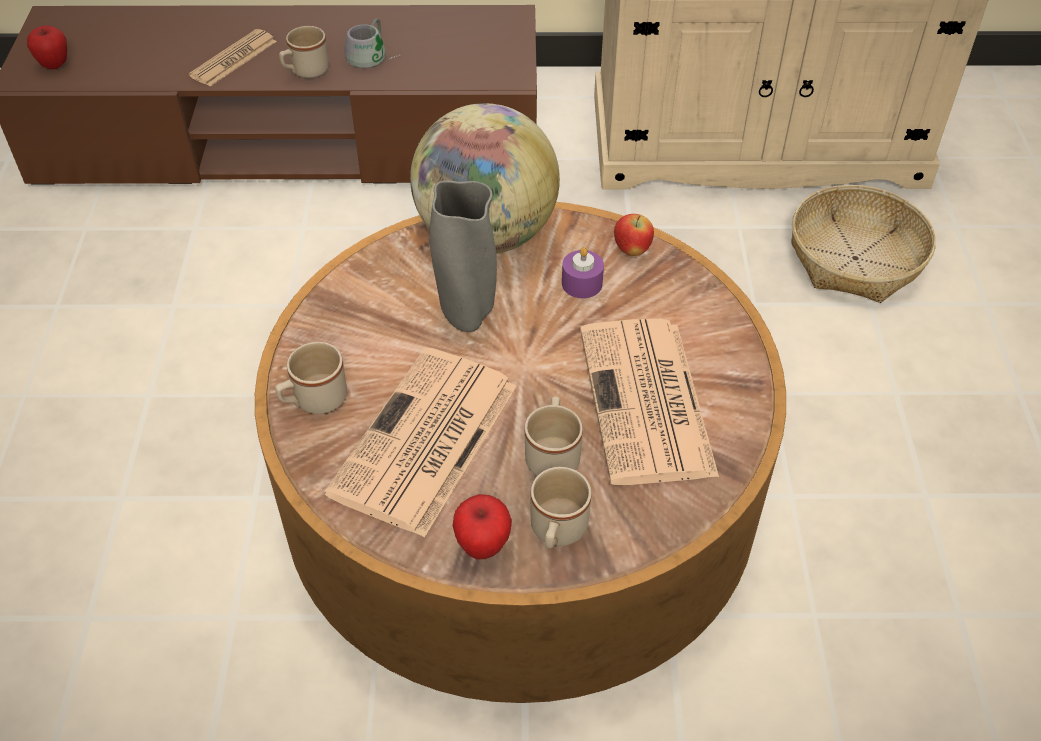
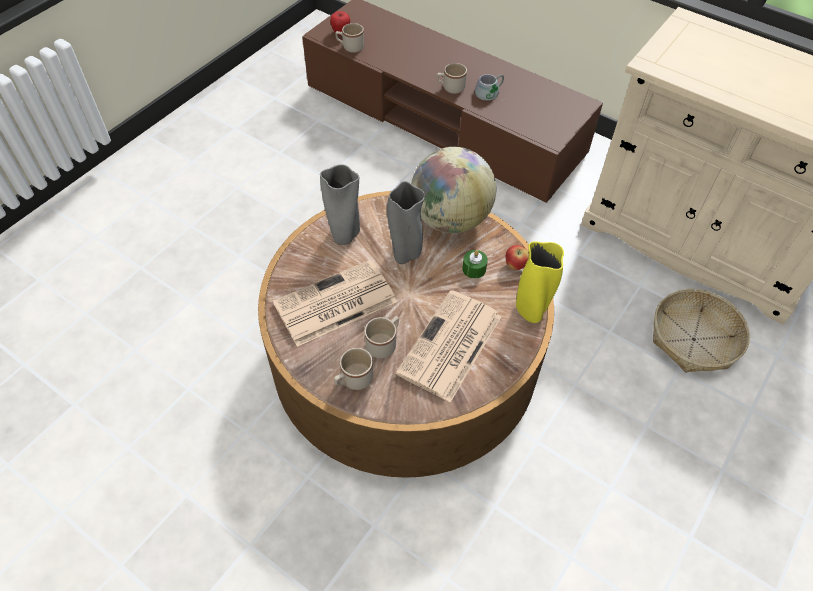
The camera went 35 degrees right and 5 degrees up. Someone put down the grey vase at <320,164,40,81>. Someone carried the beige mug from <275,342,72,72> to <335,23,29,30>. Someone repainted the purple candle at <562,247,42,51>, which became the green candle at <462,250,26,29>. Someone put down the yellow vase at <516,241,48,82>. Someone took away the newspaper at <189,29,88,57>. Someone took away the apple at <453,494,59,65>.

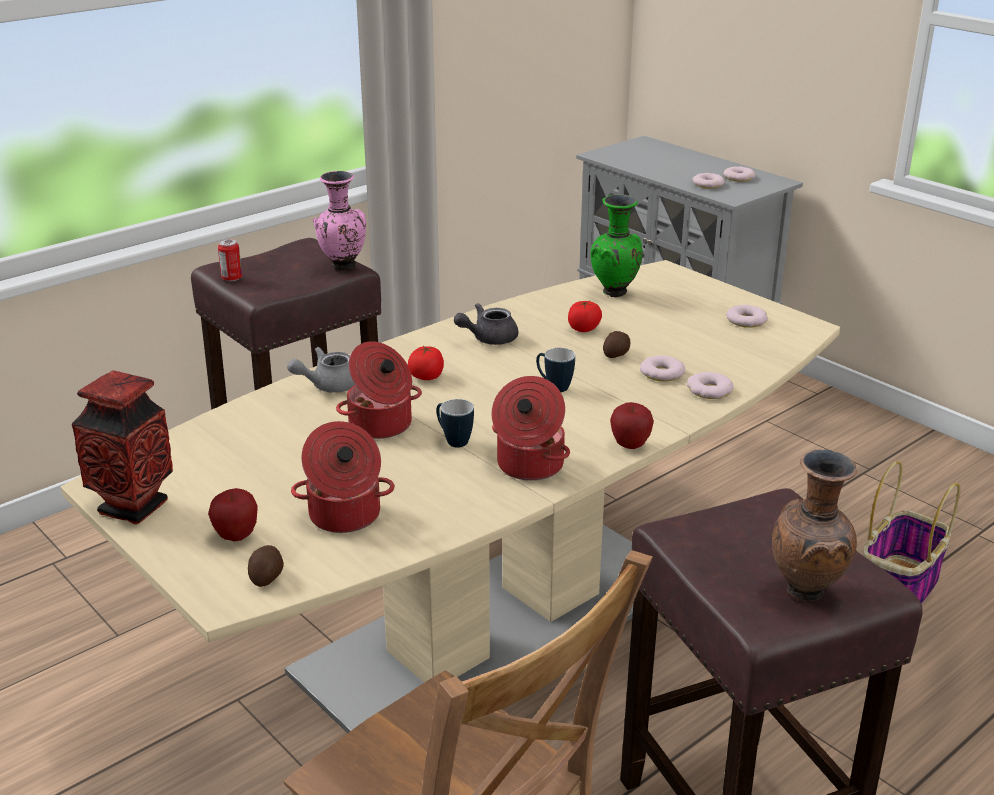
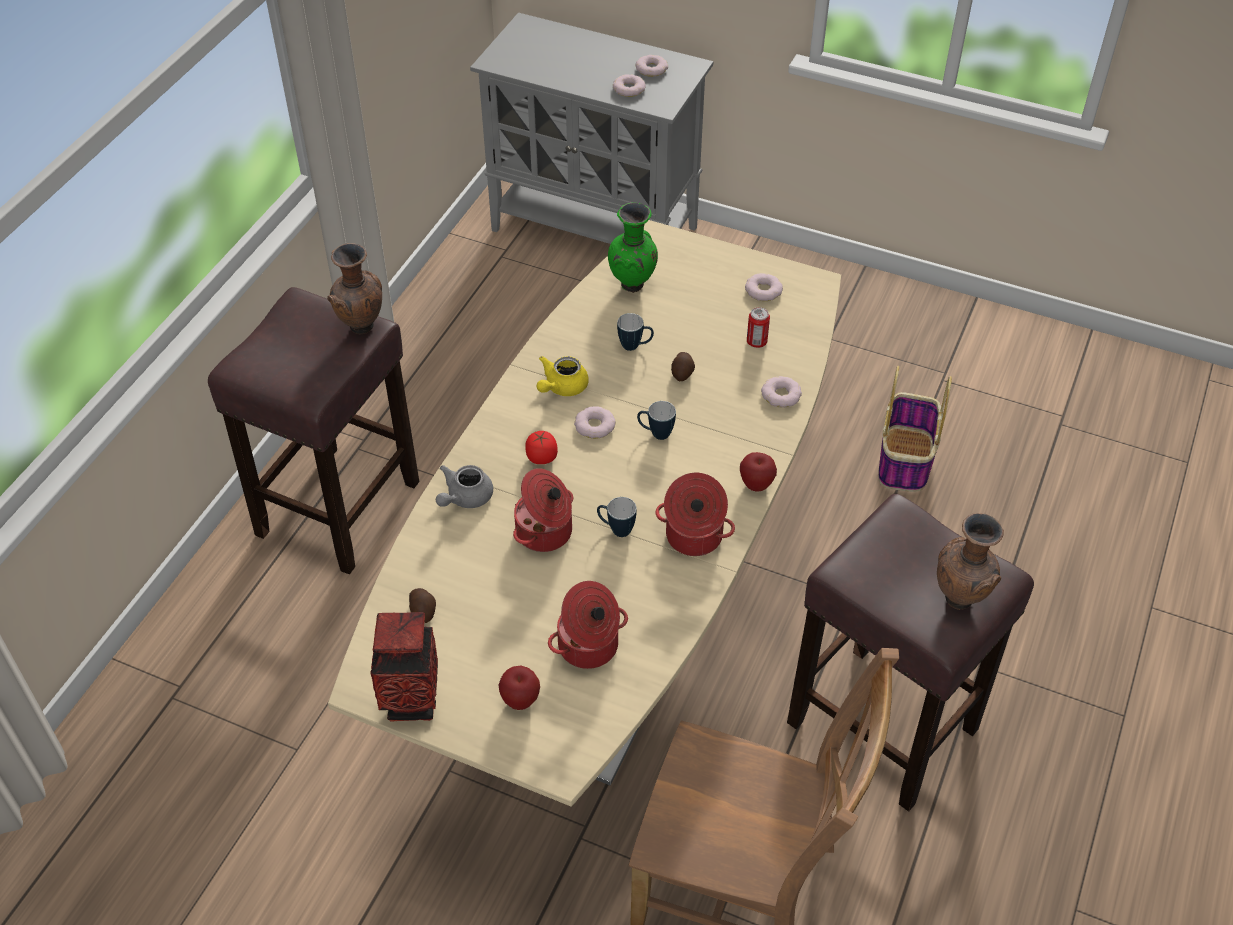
The camera went 25 degrees left and 20 degrees up. Someone repainted the pink vase at <313,171,53,100>, which became the brown vase at <327,243,55,92>. Someone carried the potato from <248,545,36,42> to <409,588,27,35>. Someone repainted the grey teapot at <454,303,64,42>, which became the yellow teapot at <536,356,53,40>. Someone carried the donut from <640,355,45,27> to <574,406,42,33>. Someone swapped the tomato at <568,301,34,31> for the mug at <617,313,37,38>. Someone carried the can from <218,239,24,42> to <747,307,23,41>.

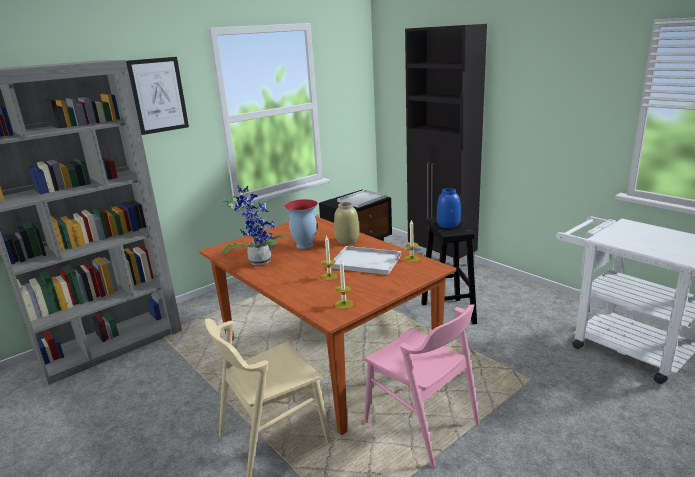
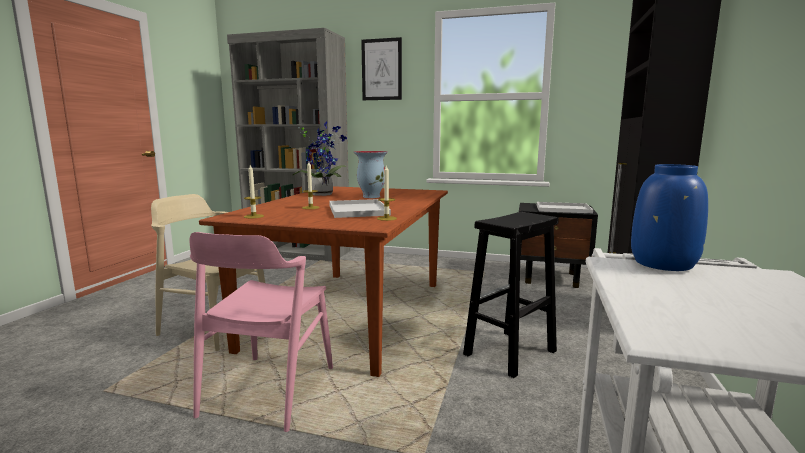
The camera went 55 degrees right and 10 degrees down. Someone carried the blue vase from <437,188,24,40> to <631,164,77,107>. Someone took away the beige vase at <334,202,25,42>.

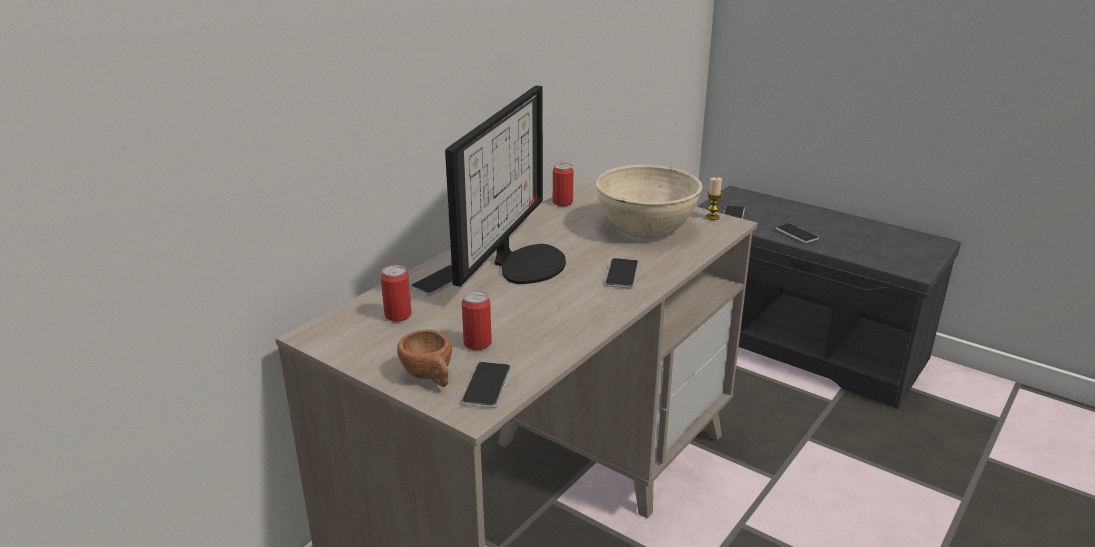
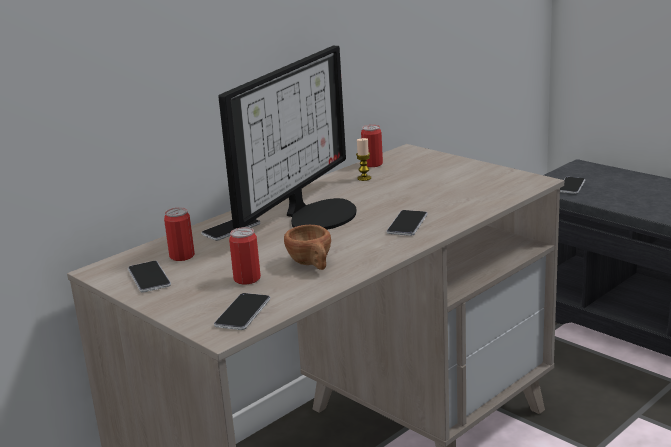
The camera went 10 degrees right and 5 degrees down. Someone carried the phone from <775,223,44,20> to <128,261,43,31>. Someone carried the brown cup from <397,330,55,57> to <284,225,47,45>. Someone carried the candle from <705,177,17,43> to <356,138,15,43>. Someone took away the beige bowl at <595,165,107,73>.

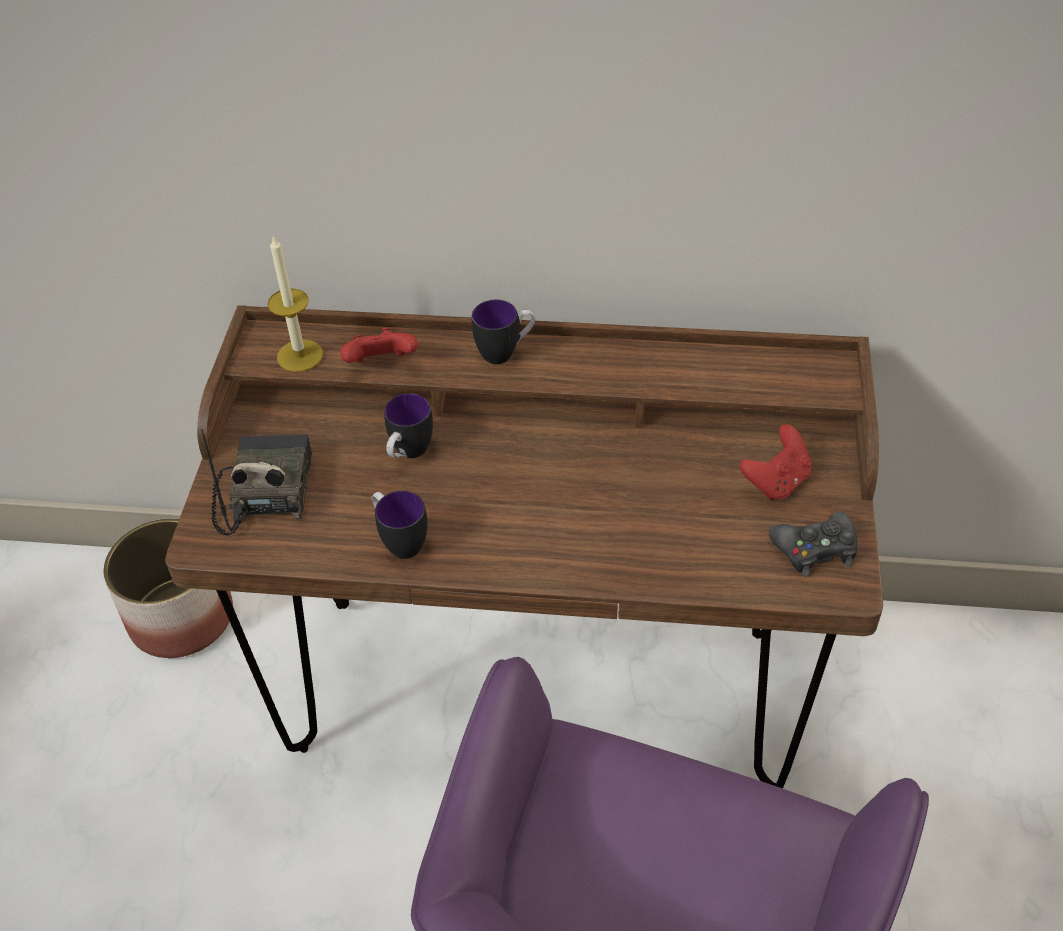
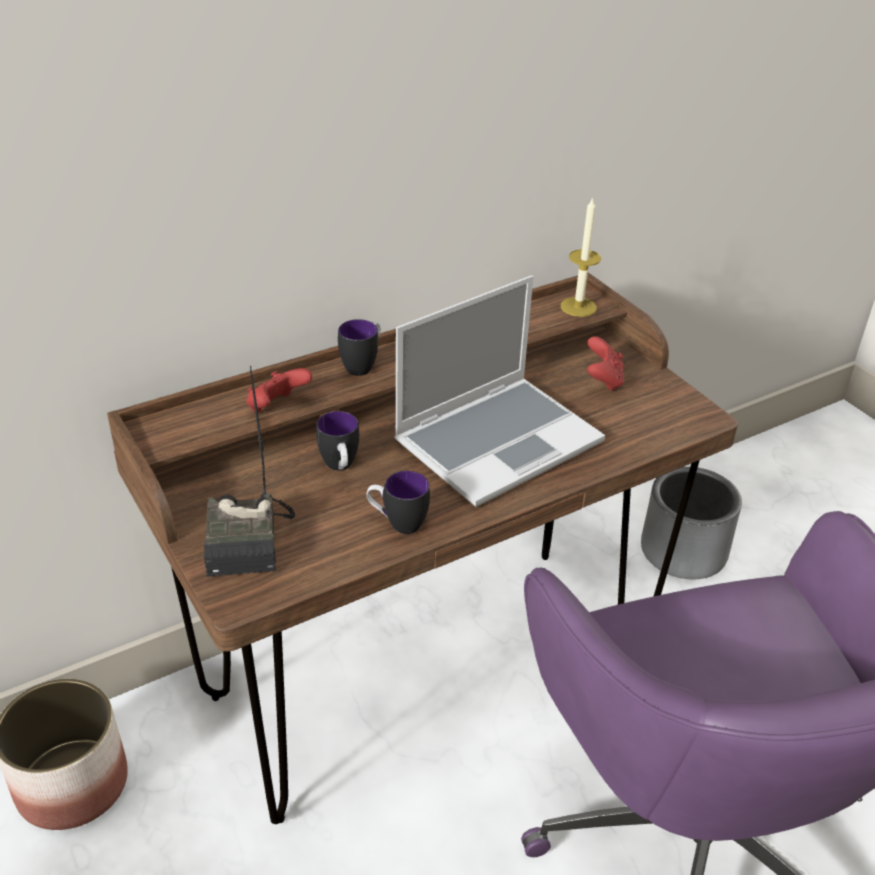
The camera went 40 degrees left and 10 degrees down. Someone rotated the radio at <201,429,111,106> by 150 degrees counterclockwise. Someone put down the laptop at <394,276,211,231>. Someone carried the candle from <268,235,55,137> to <561,197,40,120>. Someone put down the grey planter at <641,467,101,112>. Someone took away the black game controller at <769,512,89,64>.

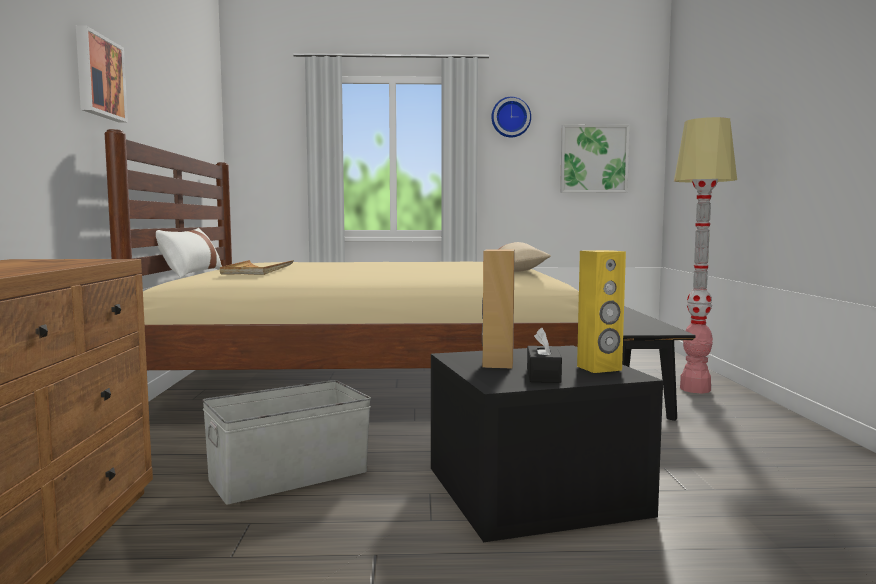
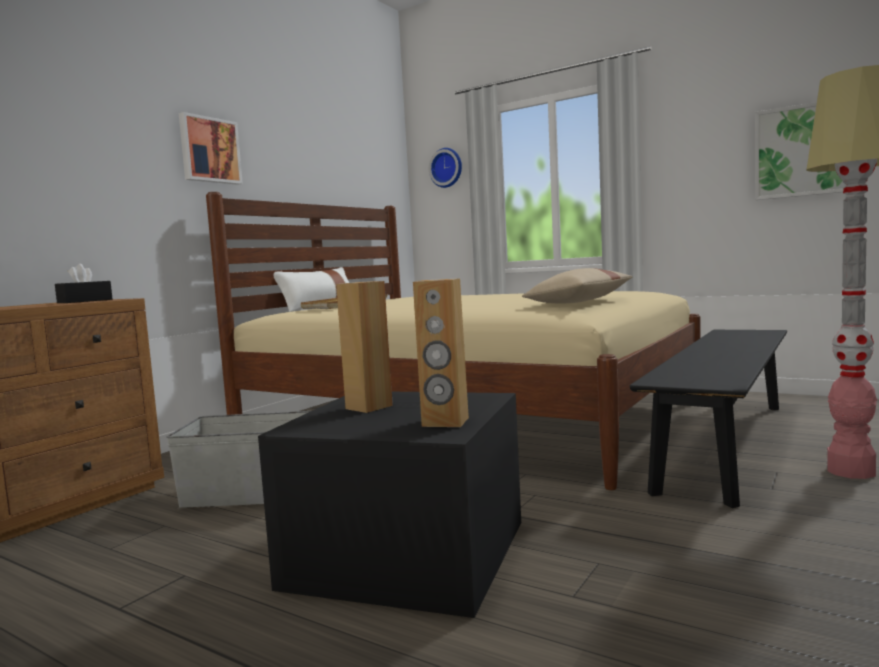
The camera went 35 degrees right and 0 degrees up. Someone carried the black tissue box from <527,328,35,55> to <55,264,58,39>. Someone repainted the yellow speaker at <577,250,49,123>, which became the brown speaker at <413,278,56,149>. Someone carried the wall clock from <491,96,40,41> to <429,148,33,40>.

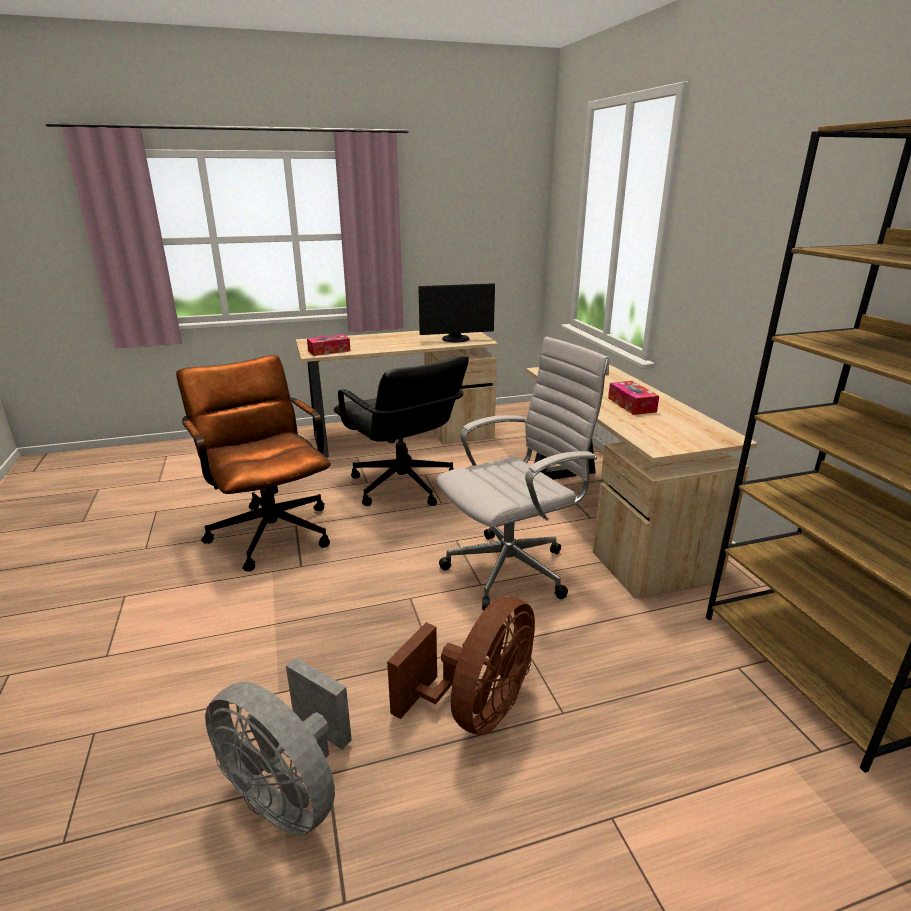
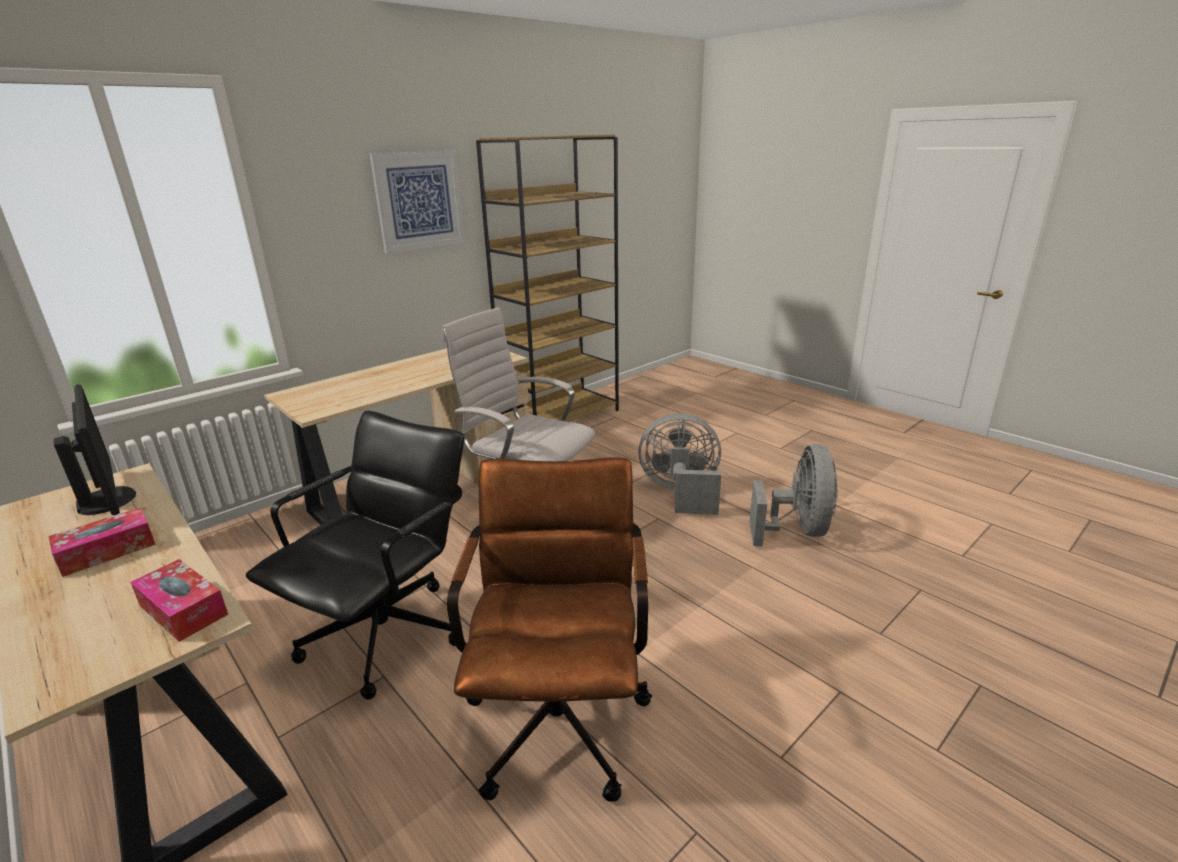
The camera went 115 degrees left and 0 degrees up. Someone carried the tissue box from <608,381,51,34> to <49,508,107,69>. Someone put up the picture at <370,151,95,102>. Someone rotated the brown office chair at <176,355,155,217> by 150 degrees clockwise. Someone repainted the brown fan at <387,596,148,139>, which became the grey fan at <638,413,83,102>.

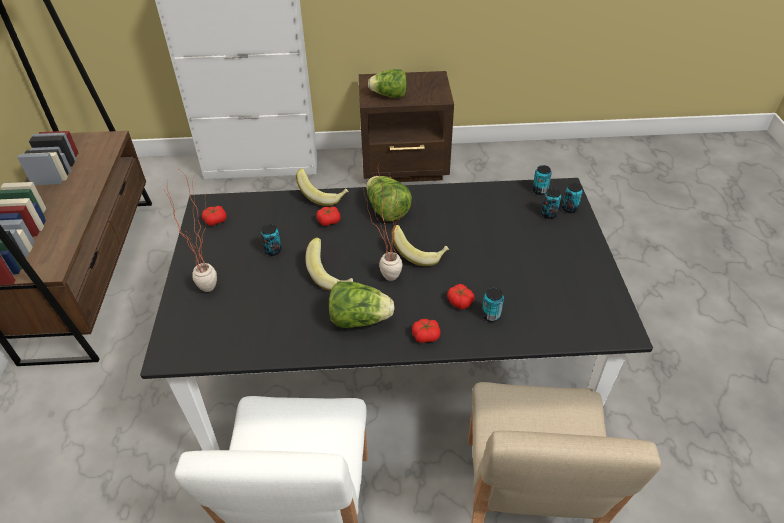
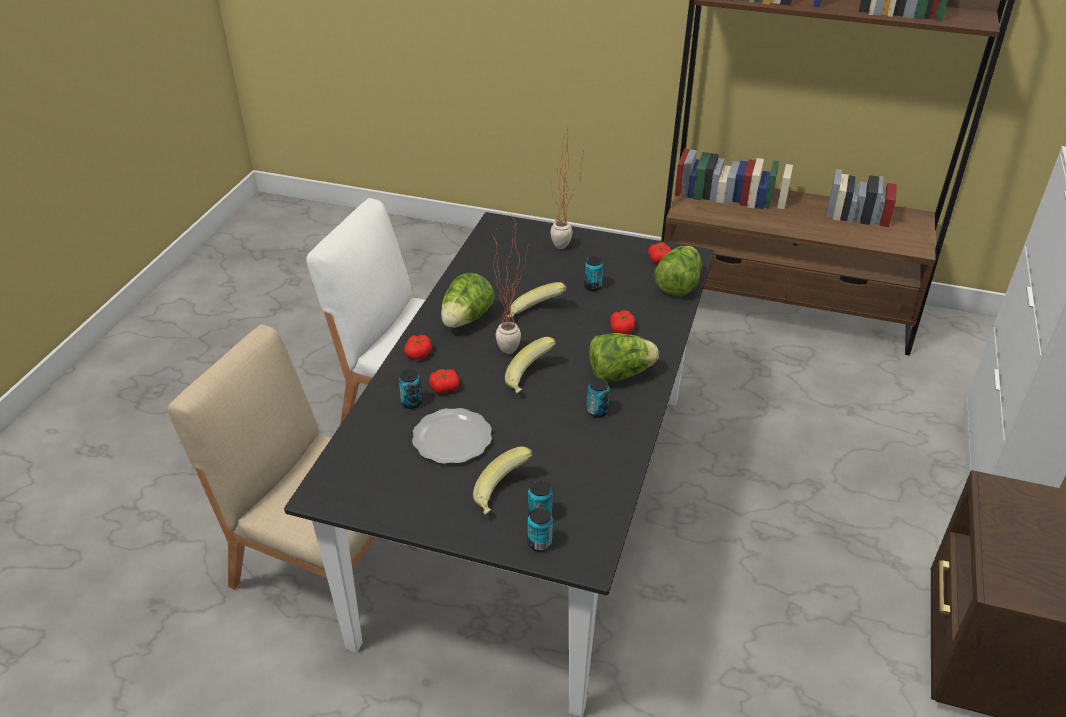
The camera went 110 degrees right and 5 degrees down. Someone put down the plate at <412,408,80,56>. Someone carried the banana from <296,168,53,38> to <473,446,60,68>. Someone carried the can from <532,165,20,30> to <587,379,23,39>. Someone carried the lettuce from <368,69,39,29> to <654,246,48,50>.

